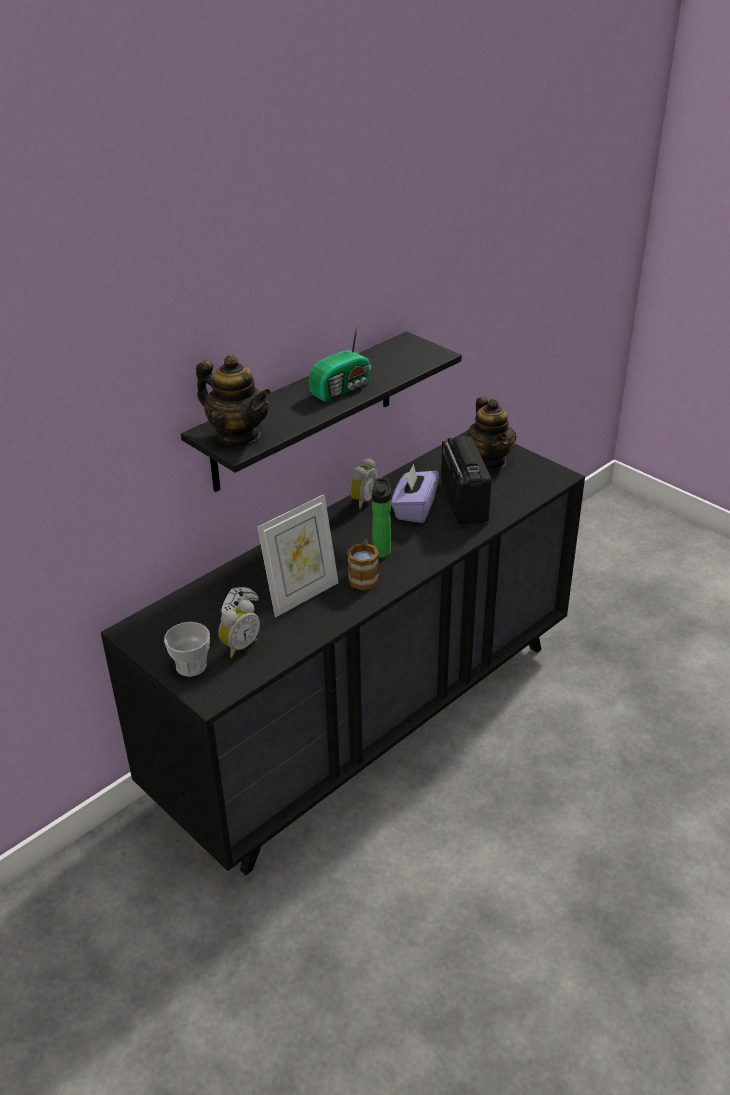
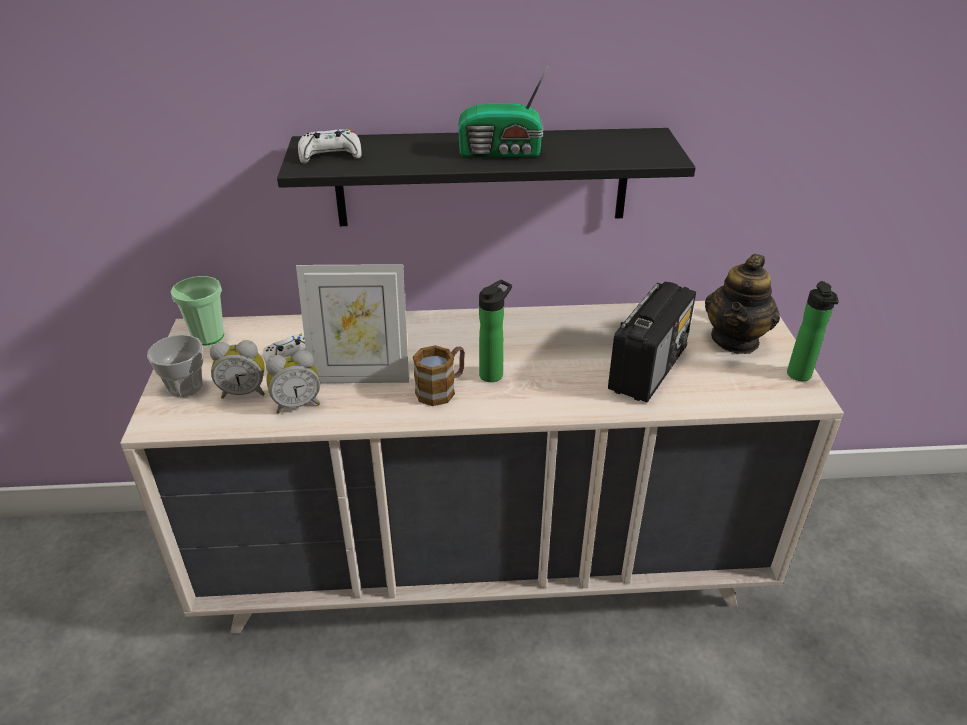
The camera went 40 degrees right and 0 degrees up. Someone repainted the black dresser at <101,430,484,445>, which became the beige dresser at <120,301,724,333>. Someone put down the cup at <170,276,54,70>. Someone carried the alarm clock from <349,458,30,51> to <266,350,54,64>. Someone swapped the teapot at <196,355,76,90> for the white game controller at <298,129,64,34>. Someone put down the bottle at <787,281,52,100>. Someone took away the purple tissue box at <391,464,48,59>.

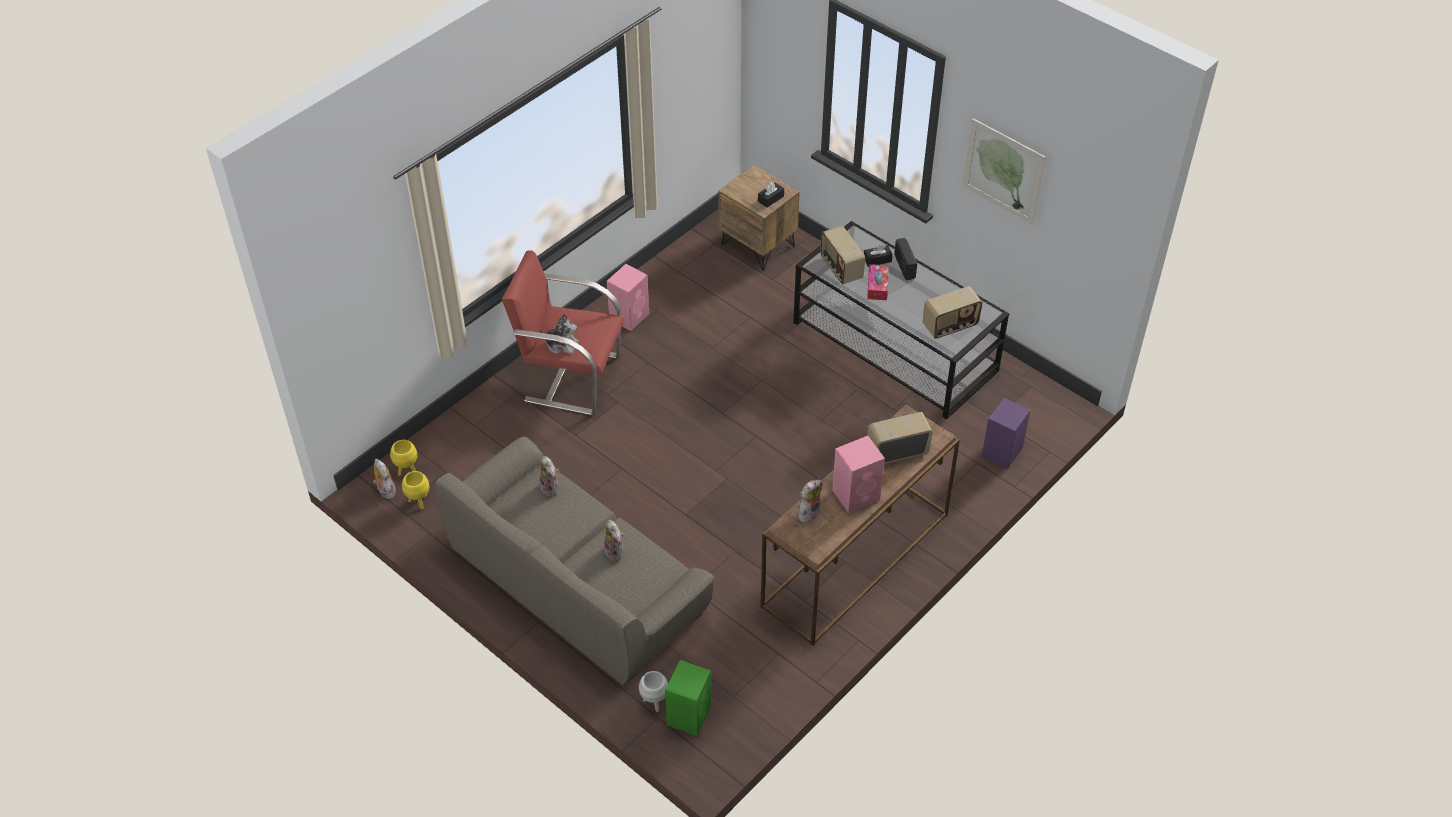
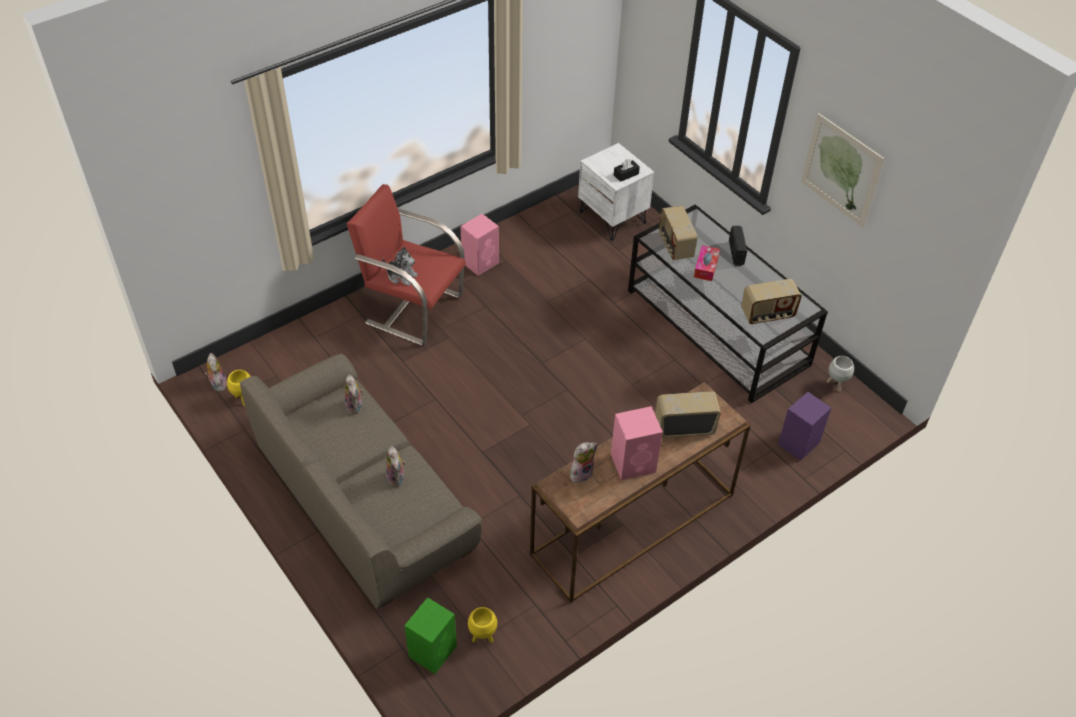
The camera went 10 degrees right and 0 degrees up. Someone carried the yellow planter from <390,440,27,36> to <468,607,29,36>. Someone repainted the brown nightstand at <719,165,81,106>, which became the white nightstand at <578,143,76,98>. Someone carried the white planter from <639,671,29,41> to <827,356,27,36>. Someone took away the black tissue box at <864,245,29,22>.

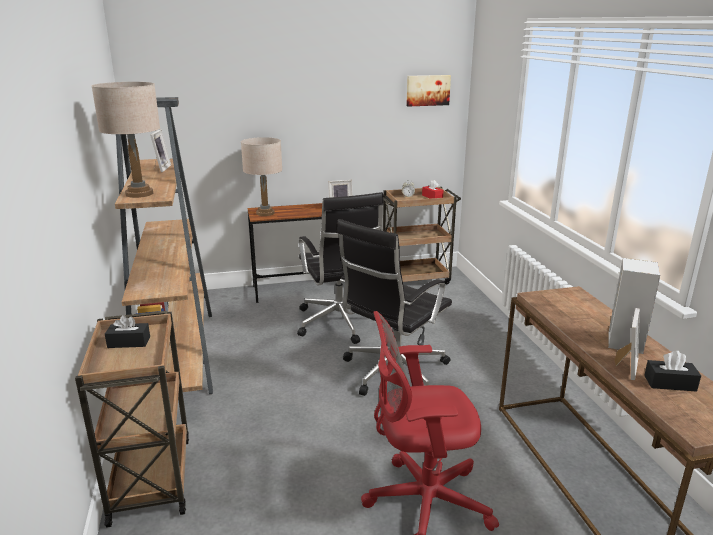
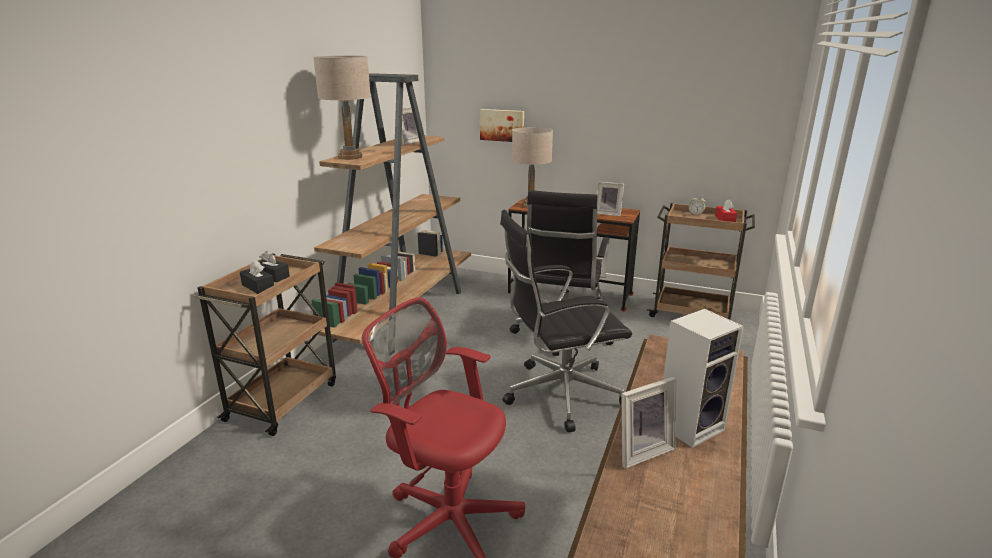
The camera went 35 degrees right and 0 degrees up. Someone carried the black tissue box from <644,351,57,41> to <240,260,34,34>. Someone carried the picture from <406,75,45,31> to <480,109,44,33>.

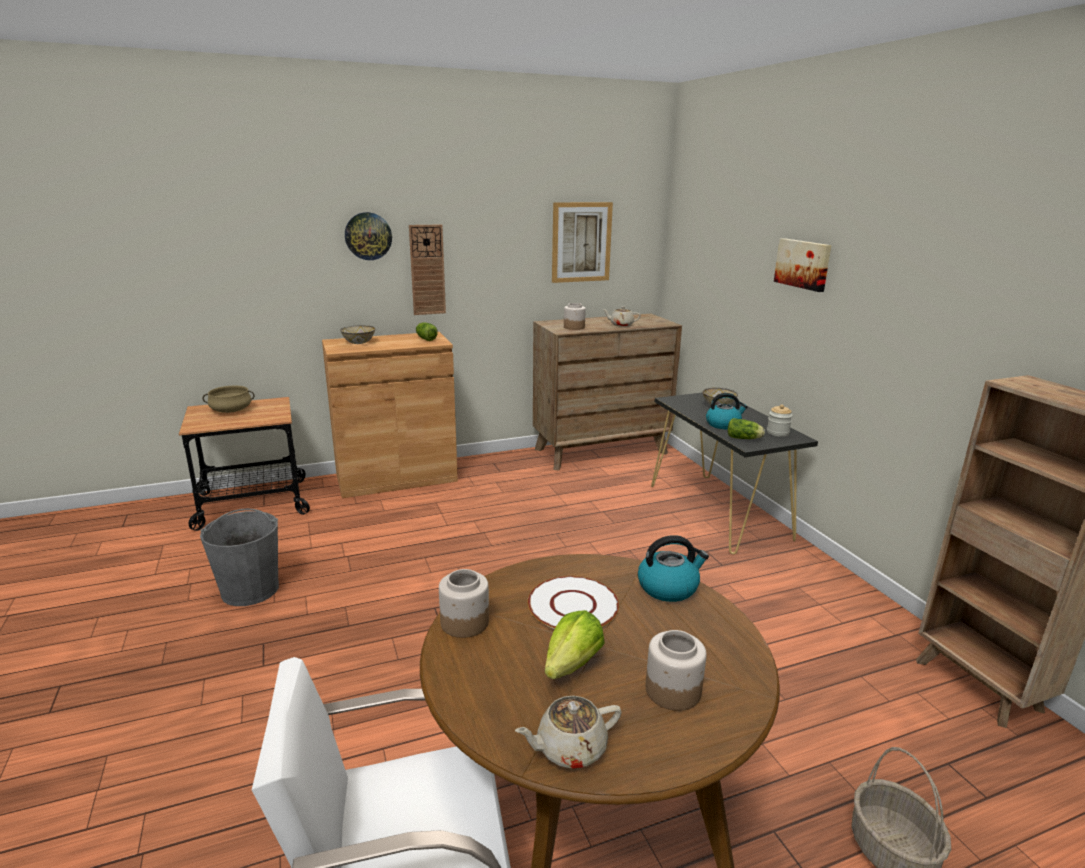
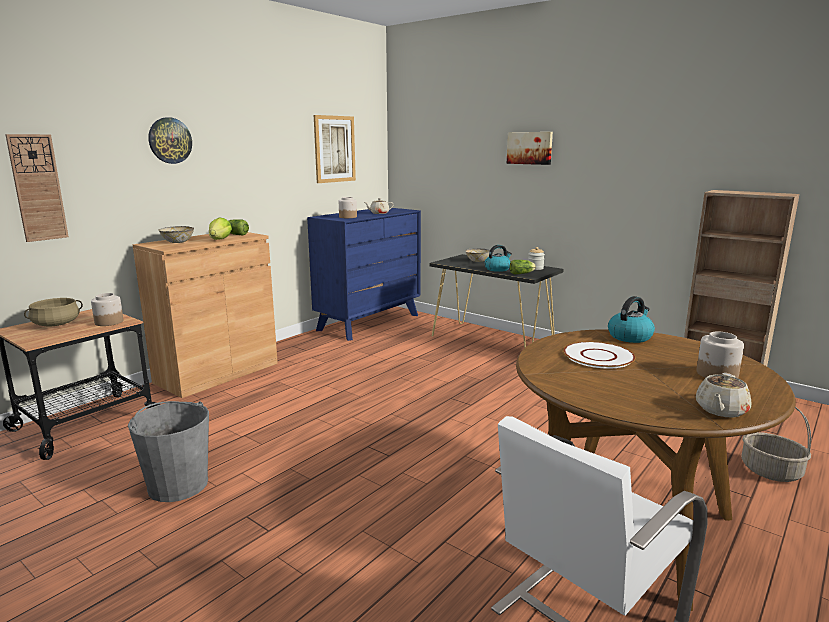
The camera went 30 degrees left and 5 degrees down. Someone carried the wall clock from <409,224,37,91> to <5,134,64,108>. Someone carried the jar from <439,569,50,69> to <91,293,32,33>. Someone carried the lettuce from <545,610,60,69> to <209,218,23,22>. Someone repainted the brown dresser at <533,314,149,157>, which became the blue dresser at <307,208,114,133>.

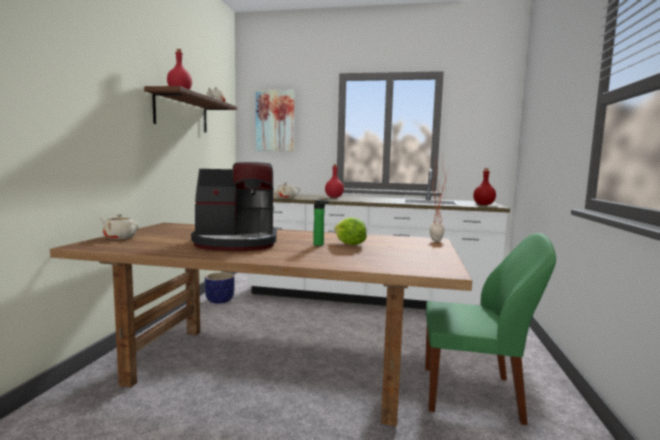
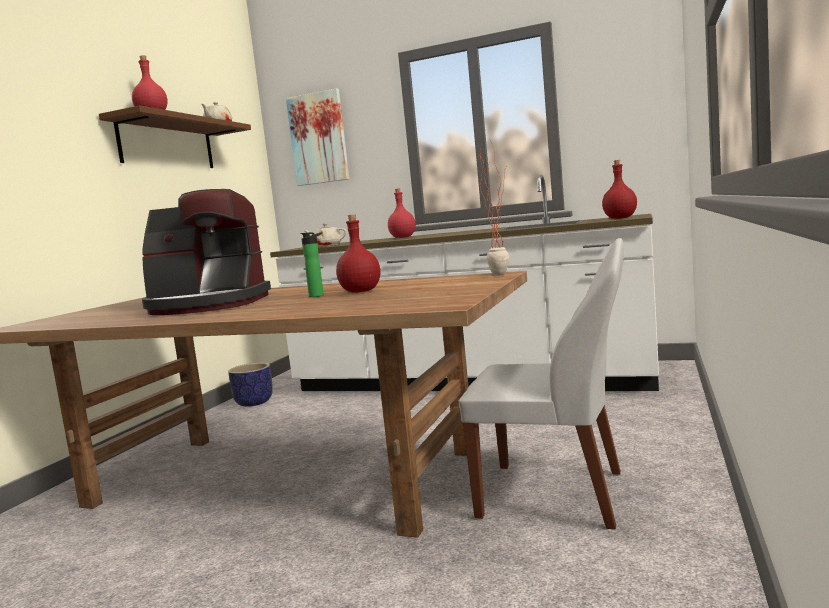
The camera went 10 degrees right and 0 degrees up. Someone swapped the lettuce at <334,217,33,28> for the red bottle at <336,214,44,79>. Someone repainted the green chair at <425,233,131,192>, which became the white chair at <459,238,165,291>. Someone took away the beige teapot at <99,214,40,25>.

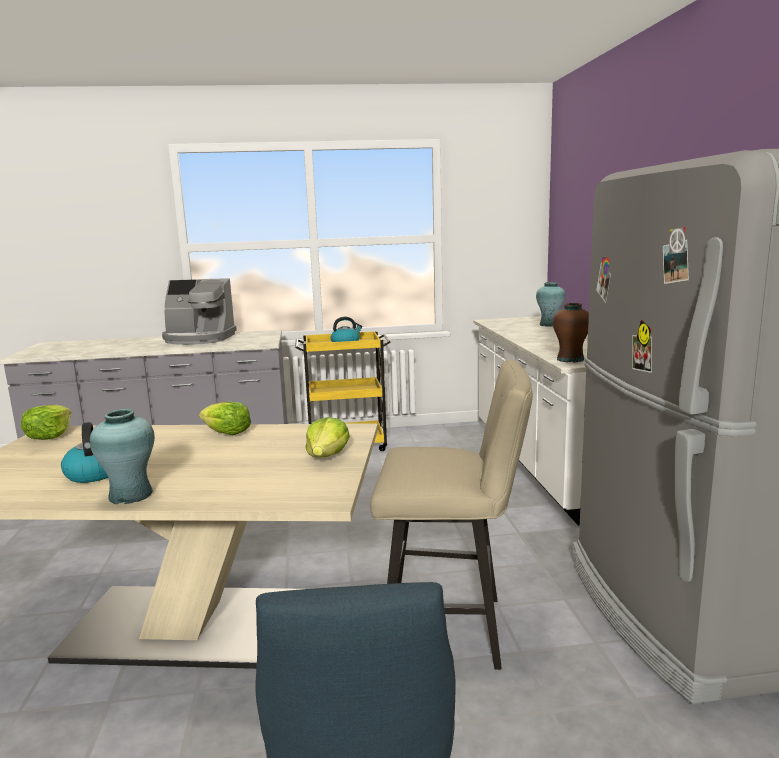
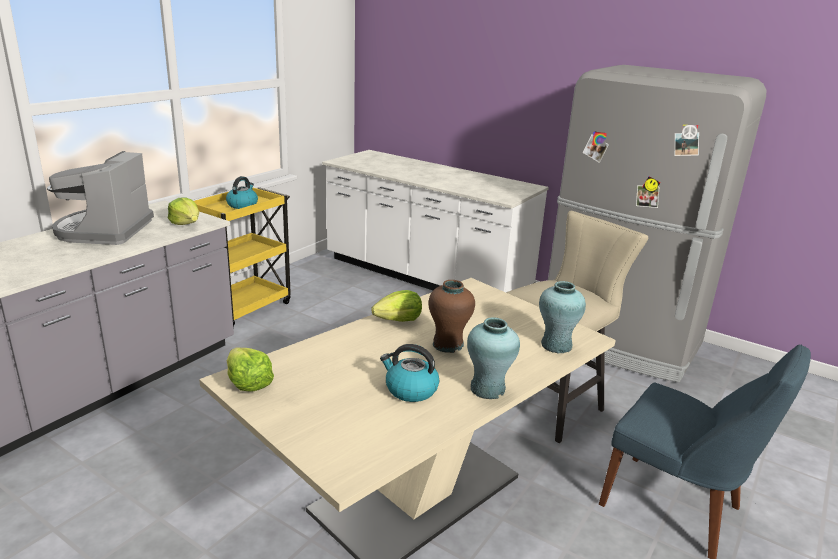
The camera went 50 degrees left and 10 degrees up. Someone rotated the coffee machine at <162,278,75,67> by 135 degrees clockwise. Someone carried the lettuce from <305,417,45,40> to <168,197,31,28>. Someone carried the brown vase from <553,303,36,60> to <429,280,46,73>. Someone carried the turquoise vase from <536,282,29,45> to <539,281,47,73>.

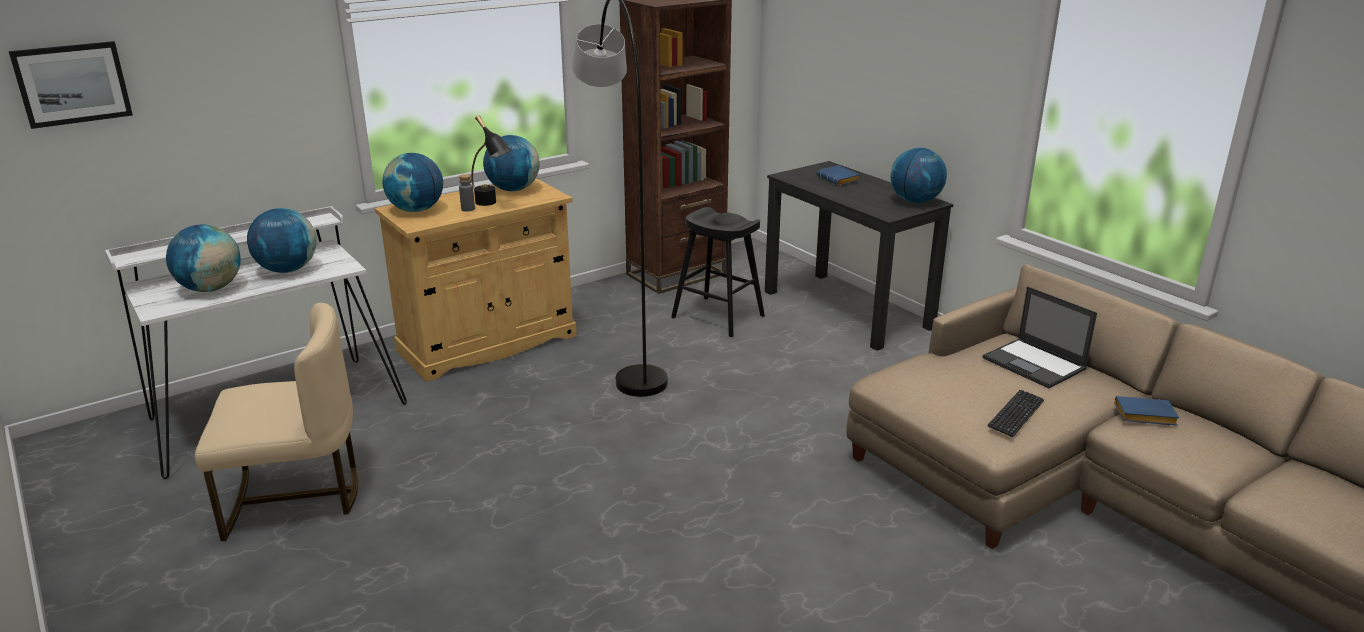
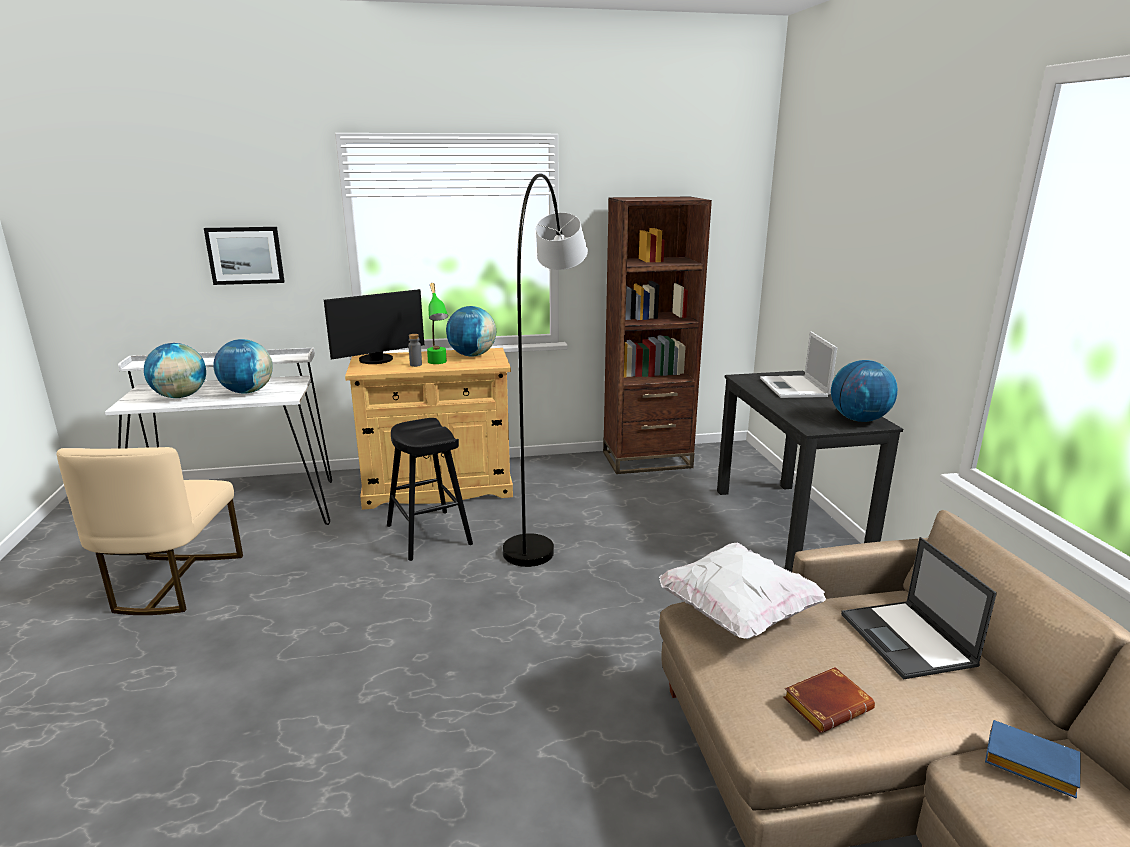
The camera went 25 degrees right and 5 degrees down. Someone rotated the beige chair at <195,303,163,238> by 75 degrees clockwise. Someone carried the picture from <9,41,124,88> to <204,227,81,58>. Someone swapped the globe at <382,153,61,59> for the monitor at <324,289,100,75>. Someone carried the black stool from <671,207,94,130> to <387,418,86,143>. Someone repainted the black table lamp at <471,115,40,91>, which became the green table lamp at <427,283,21,81>. Someone put down the white pillow at <659,543,167,96>. Someone swapped the blue book at <817,165,43,21> for the laptop at <760,331,77,67>. Someone swapped the keyboard at <988,390,56,47> for the brown book at <783,667,92,66>.

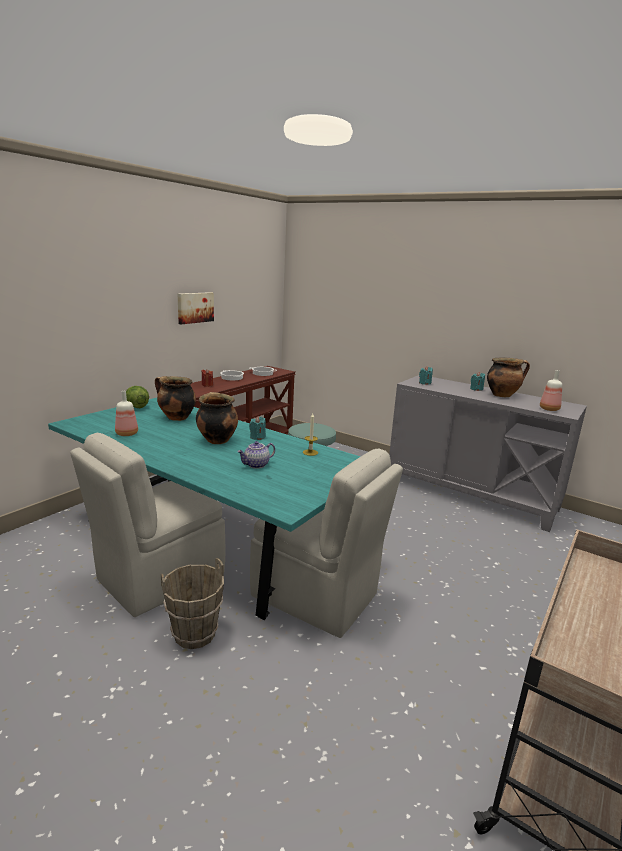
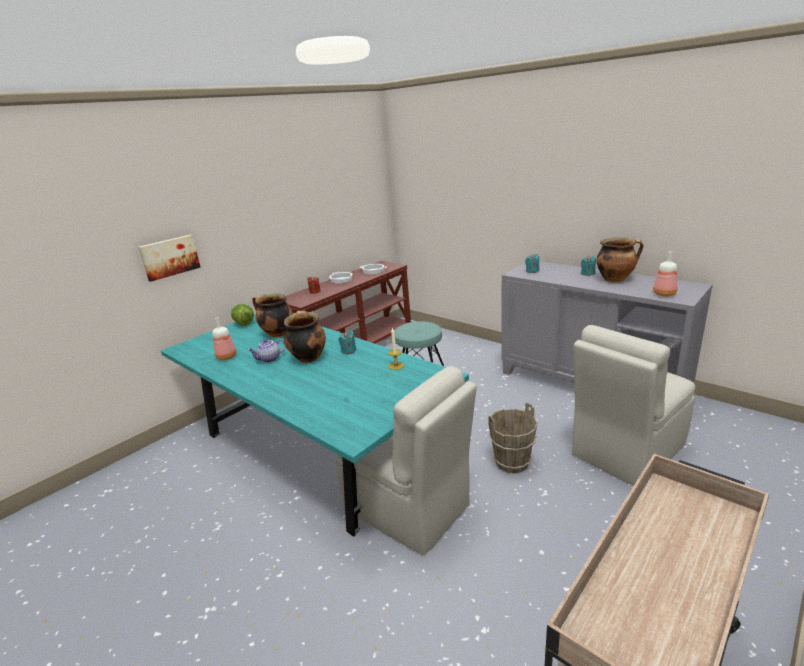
The camera went 10 degrees right and 5 degrees up. Someone carried the picture from <178,292,36,32> to <138,235,63,47>. Someone carried the teapot from <237,441,38,28> to <248,339,38,24>. Someone carried the brown bucket from <161,558,63,91> to <488,403,50,70>. Someone carried the beige chair from <70,433,155,184> to <572,325,123,161>.

